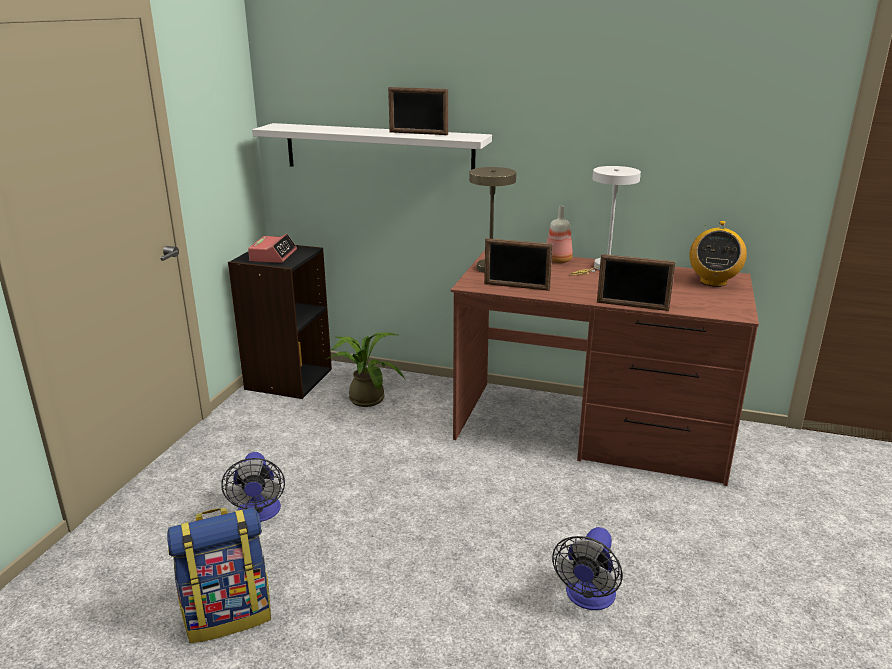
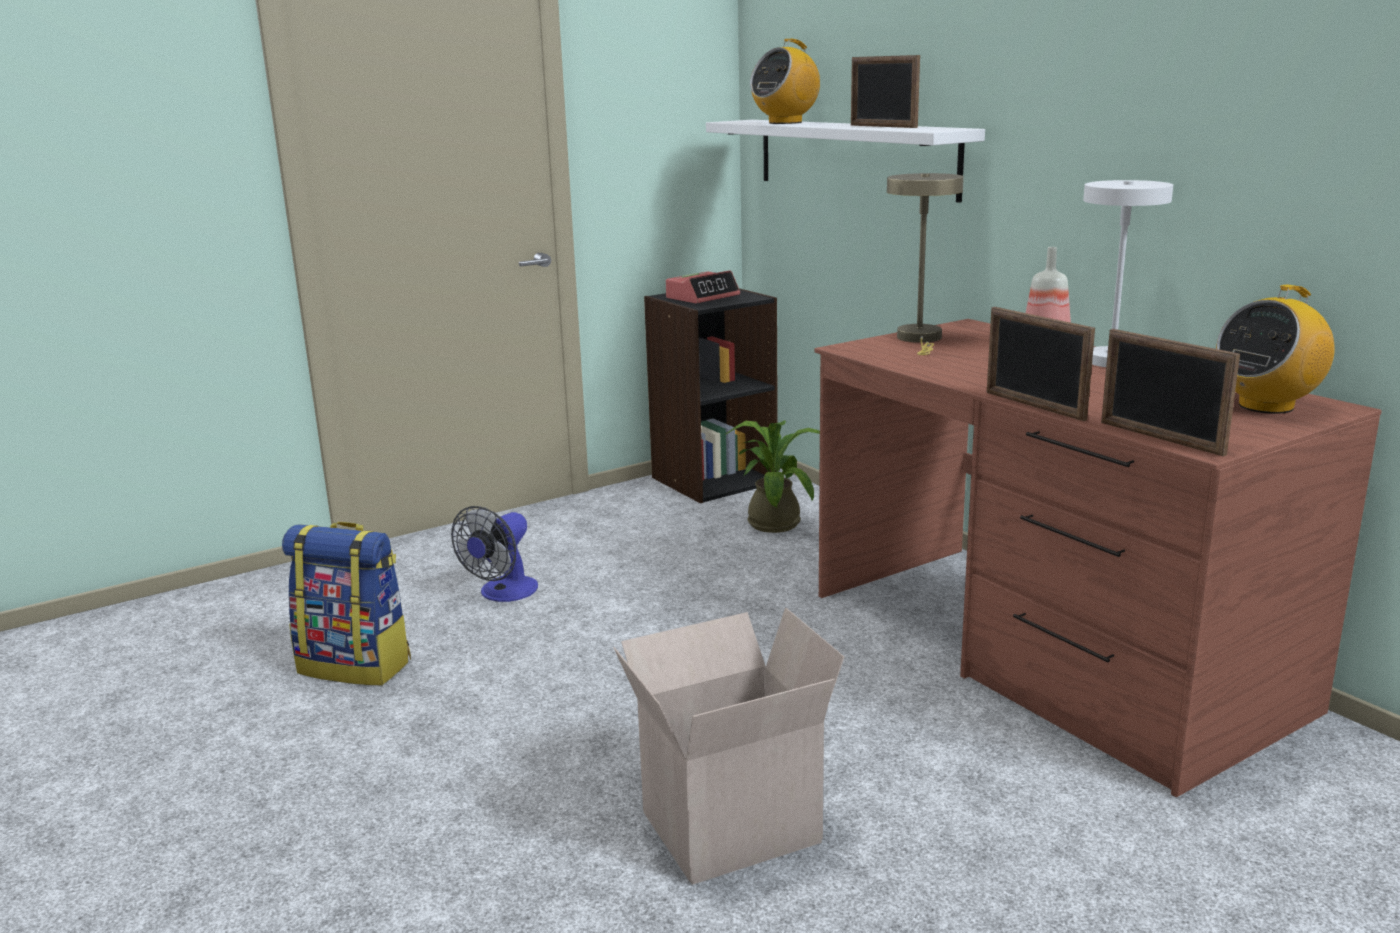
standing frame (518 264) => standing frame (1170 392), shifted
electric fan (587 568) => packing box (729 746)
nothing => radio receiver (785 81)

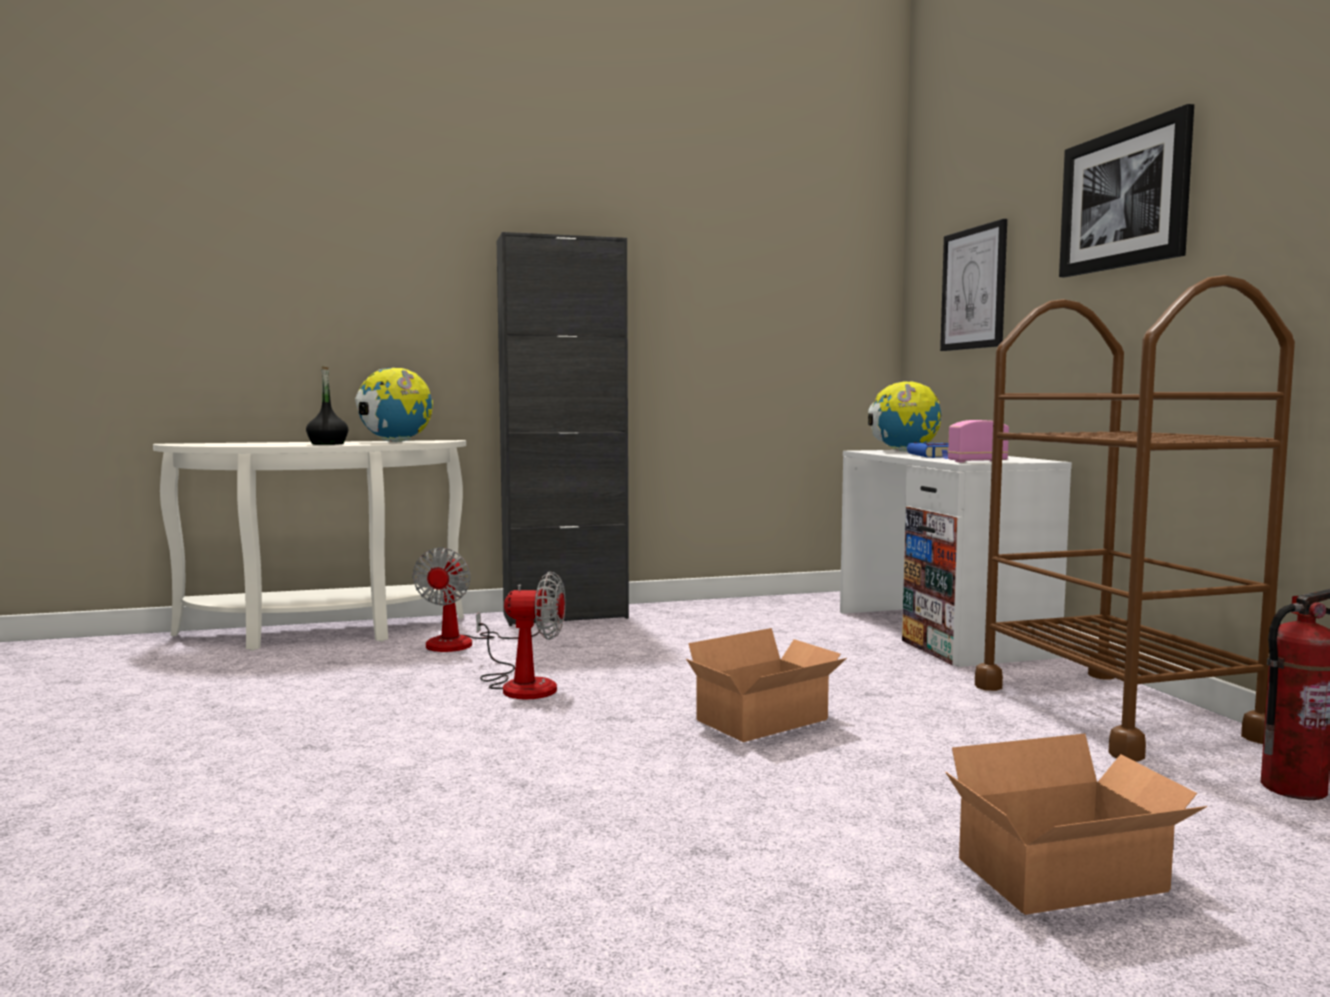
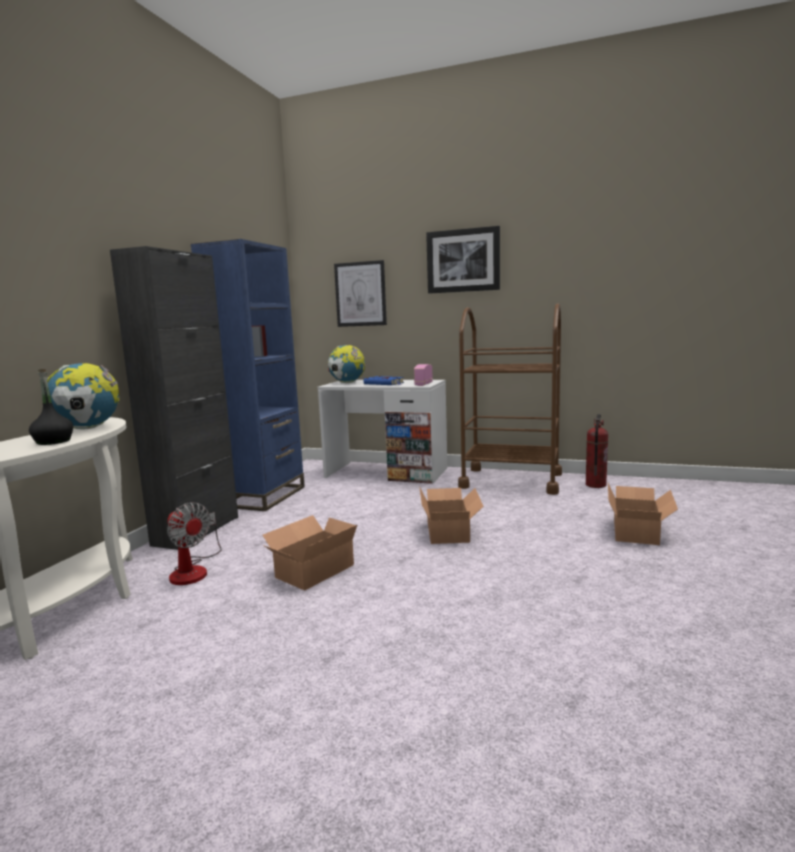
electric fan (520 635) => packing box (310 553)
nothing => bluish bookcase (248 375)

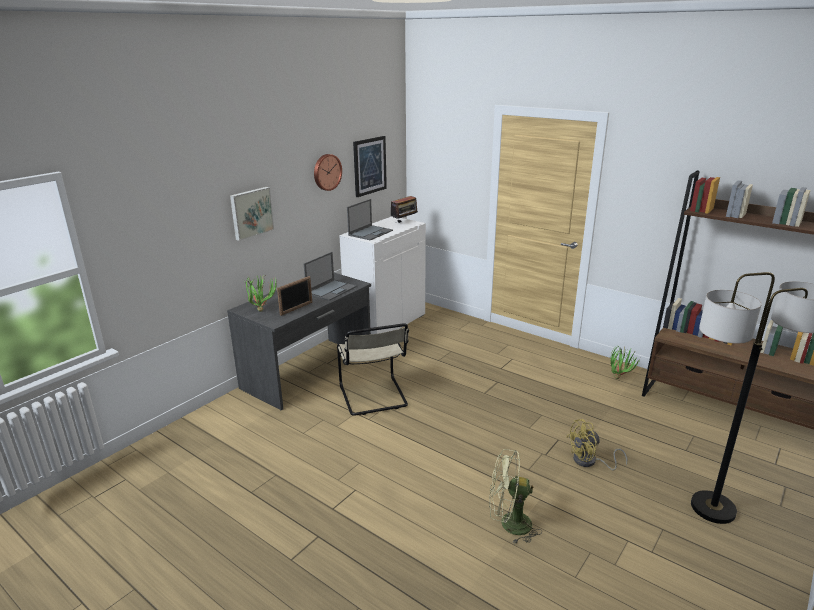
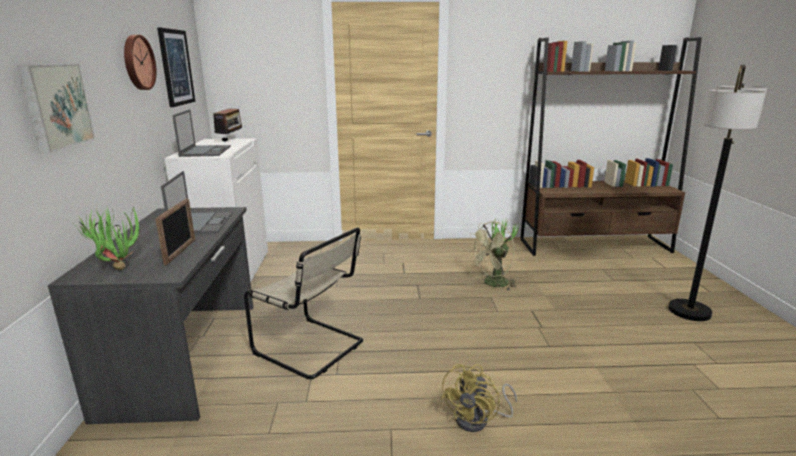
yellow electric fan (596 444) => yellow electric fan (478 398), shifted
green electric fan (515 496) => green electric fan (492 256), shifted

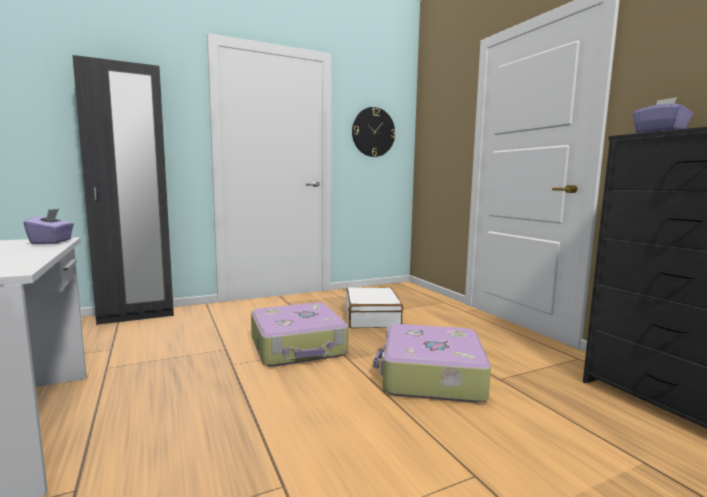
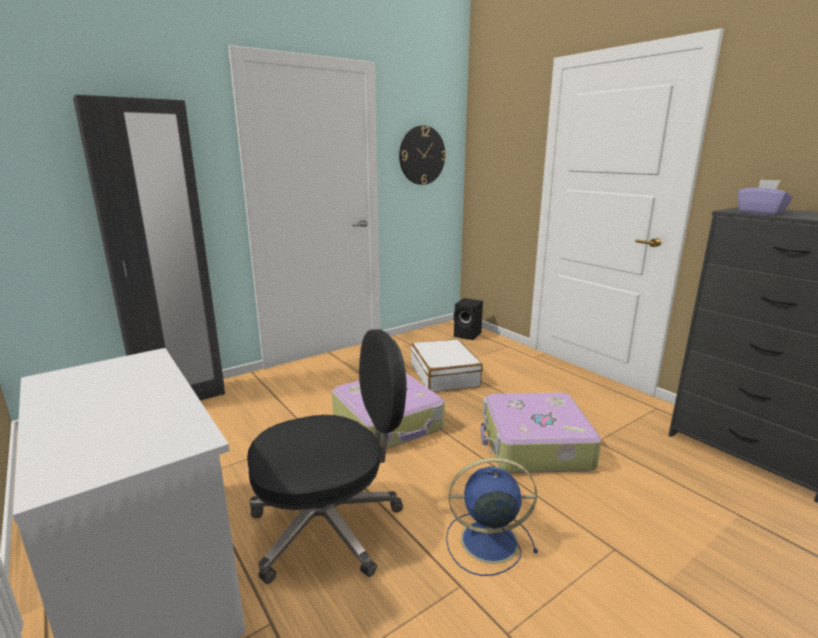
purple tissue box (49 226) => nothing
nothing => black-coloured audio speaker (468 319)
nothing => black-coloured computer chair (326 456)
nothing => bluish electric fan (492 517)

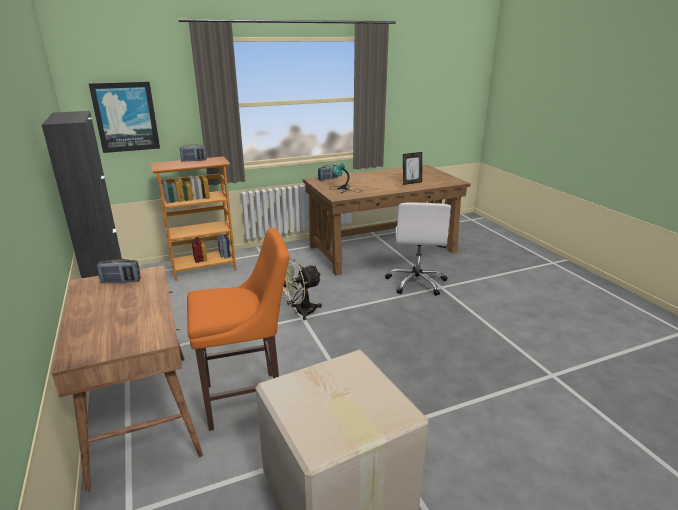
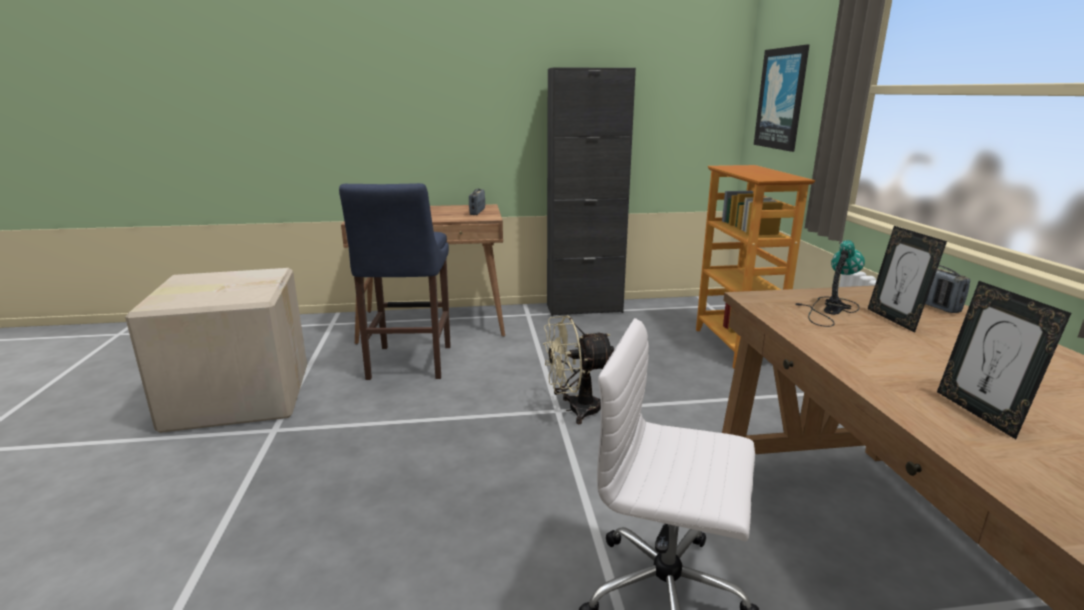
radio receiver (193 153) => nothing
orange sitting stool (238 329) => bluish sitting stool (395 281)
sand-coloured electric fan (302 289) => sand-coloured electric fan (578 370), 90 degrees counterclockwise
nothing => standing frame (907 279)

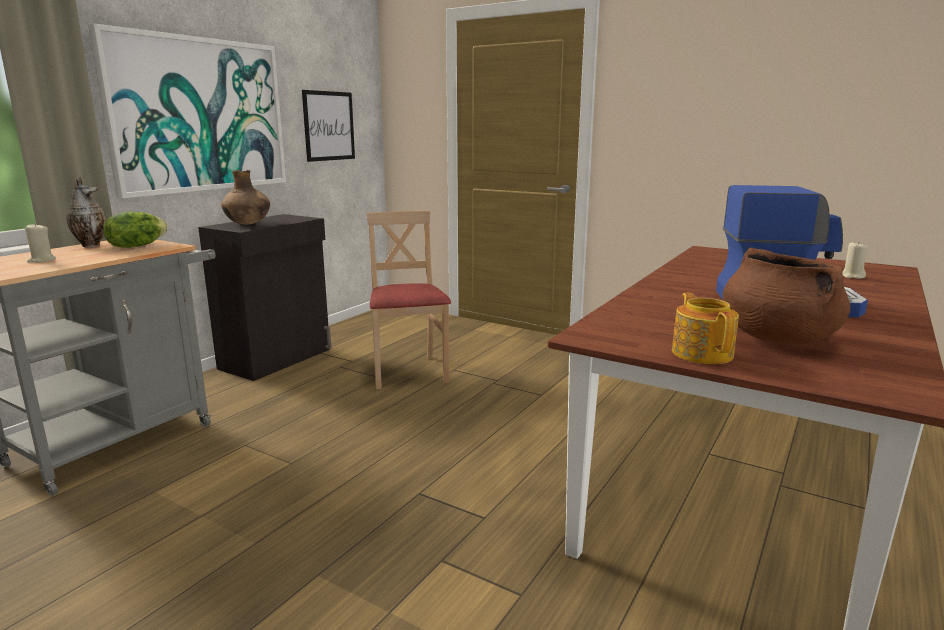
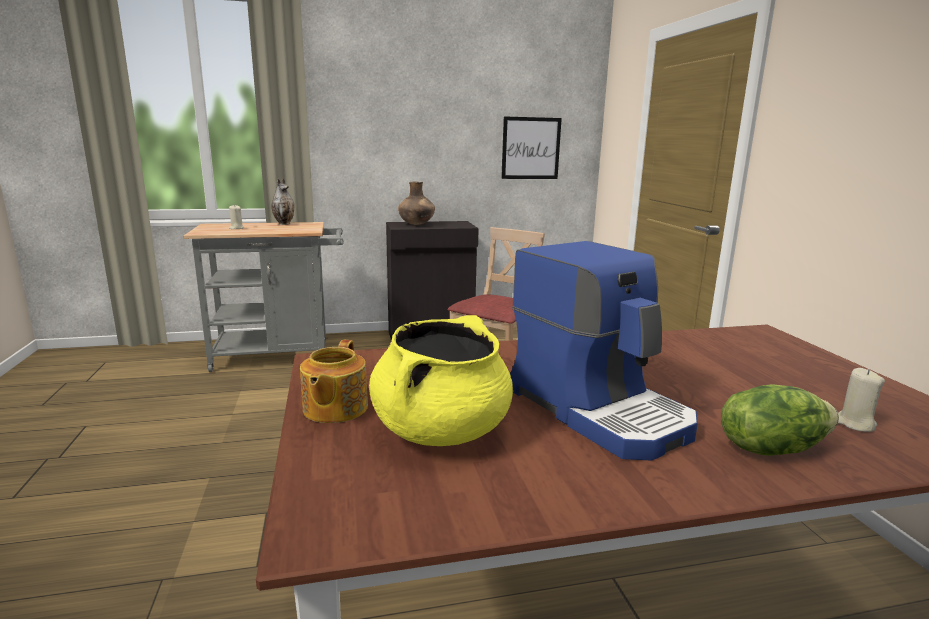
wall picture (187 110) => nothing
lettuce head (135 230) => lettuce head (780 420), shifted
brown-coloured saucepot (786 295) => yellow saucepot (441 380)
pot for tea (705 328) => pot for tea (334 381), 150 degrees clockwise

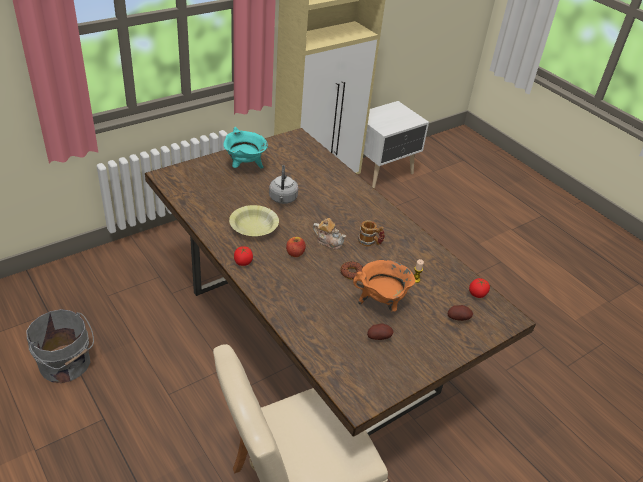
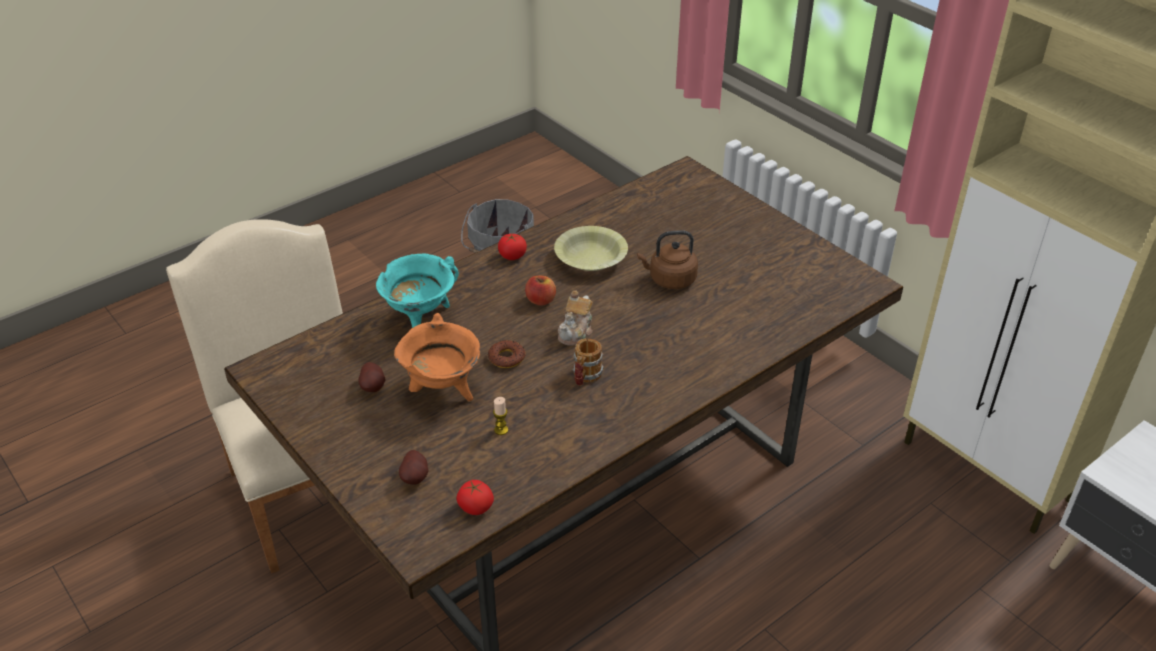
blue-green saucepot (245 148) => blue-green saucepot (417 290), shifted
gray kettle (283 184) => brown-coloured kettle (667 259)

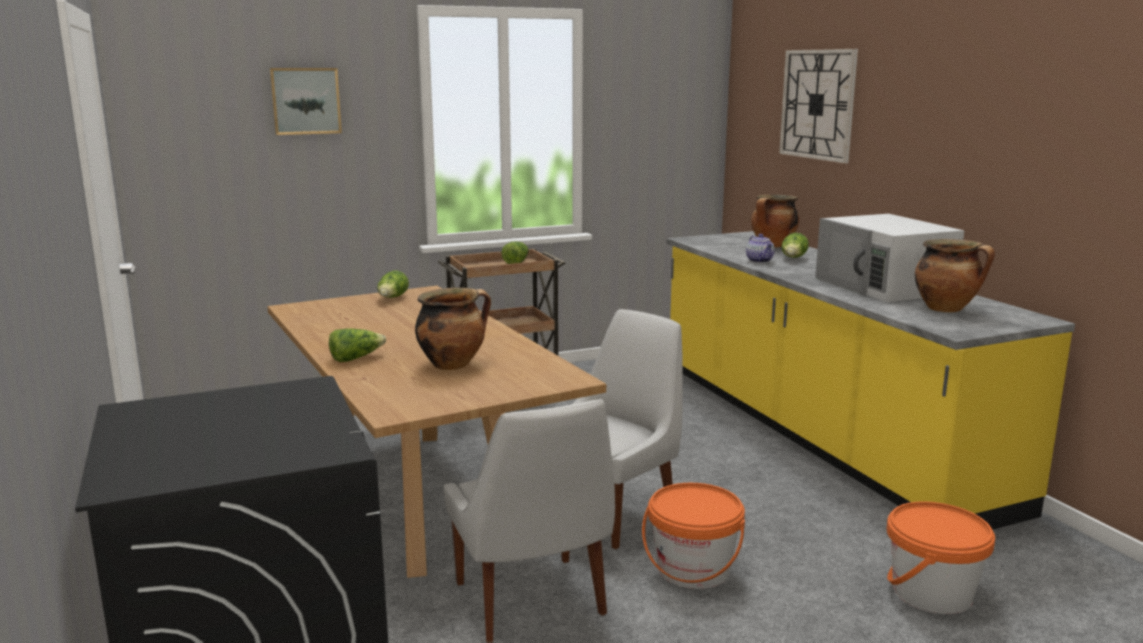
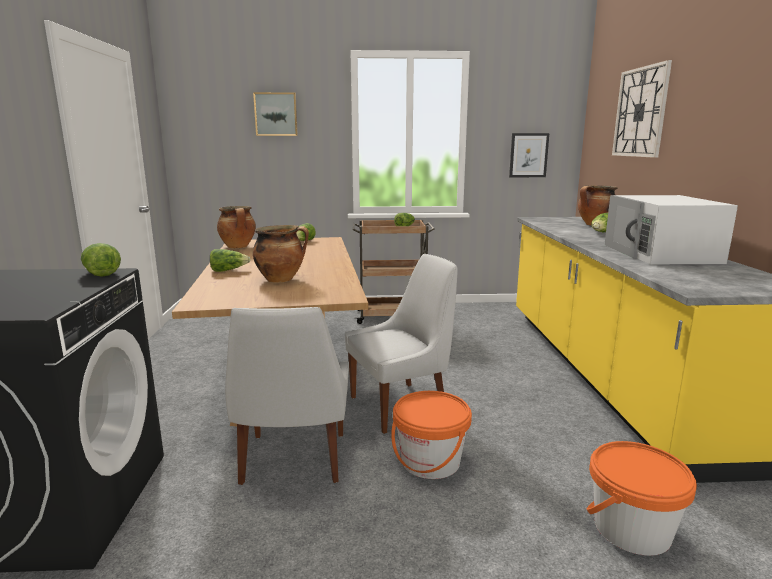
pot for tea (760 248) => nothing
saucepot (955 275) => saucepot (236 227), shifted
nothing => wall picture (529 155)
nothing => lettuce head (101 260)

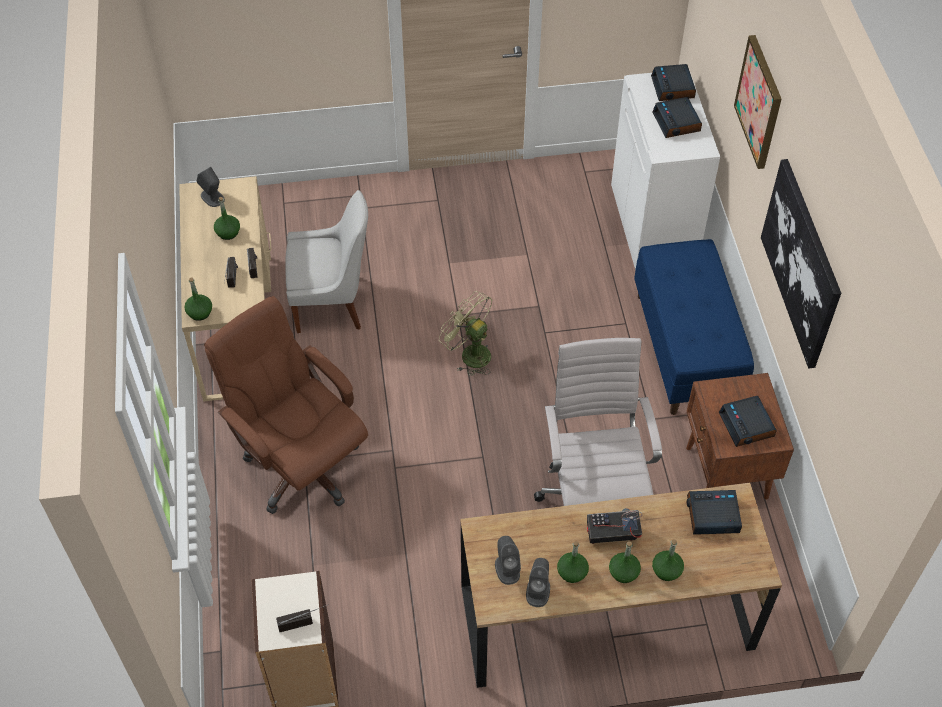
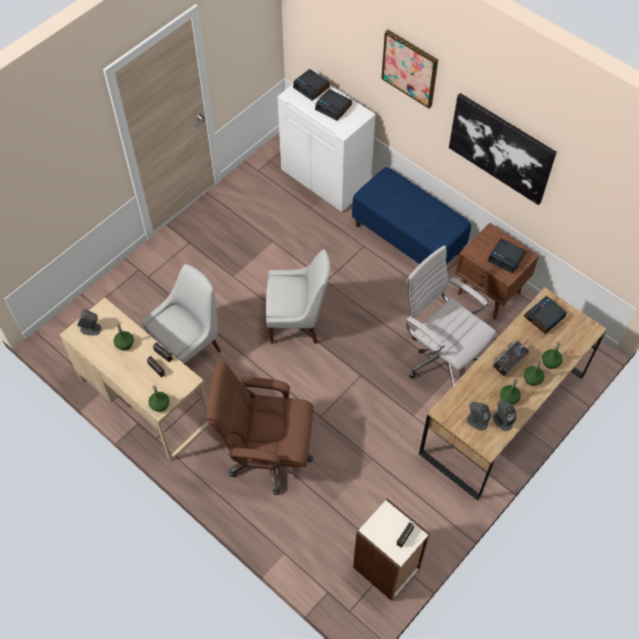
green electric fan (465 333) => white upright chair (298 296)

